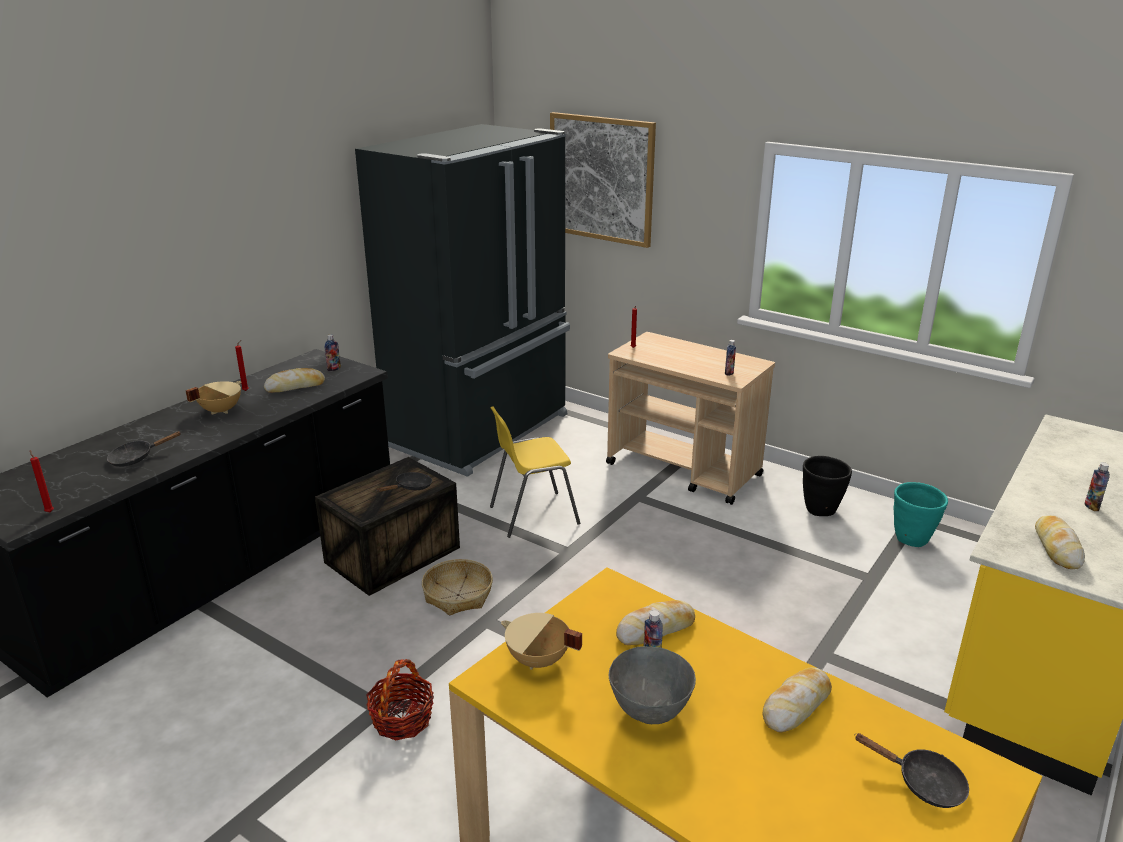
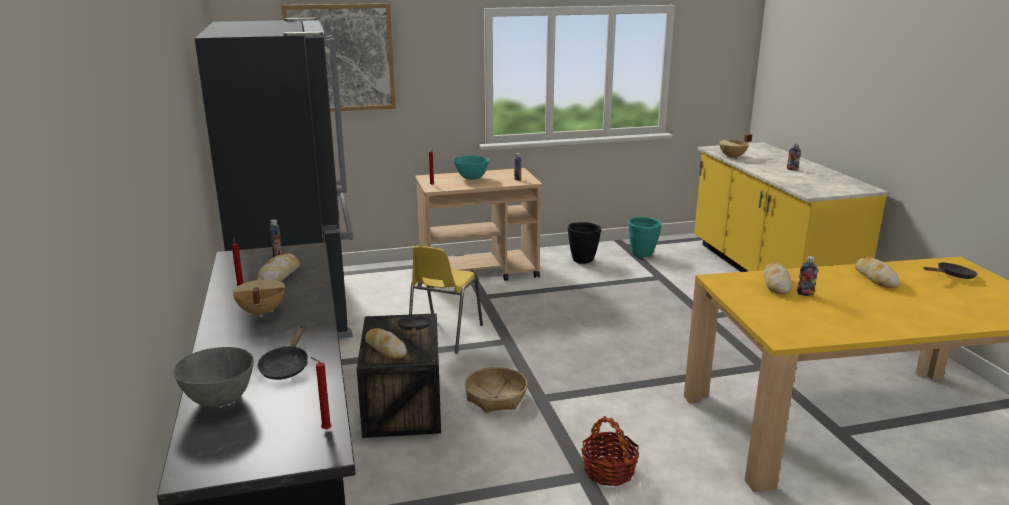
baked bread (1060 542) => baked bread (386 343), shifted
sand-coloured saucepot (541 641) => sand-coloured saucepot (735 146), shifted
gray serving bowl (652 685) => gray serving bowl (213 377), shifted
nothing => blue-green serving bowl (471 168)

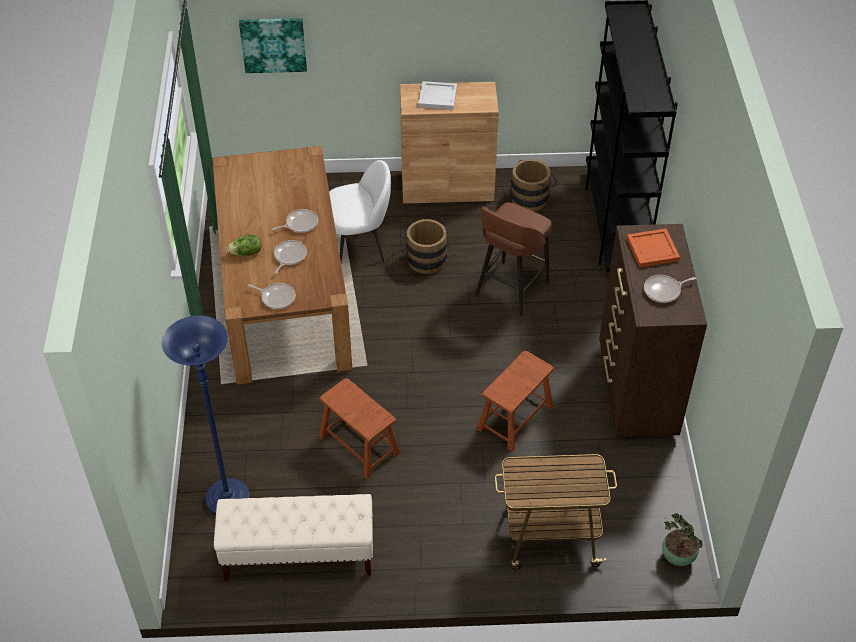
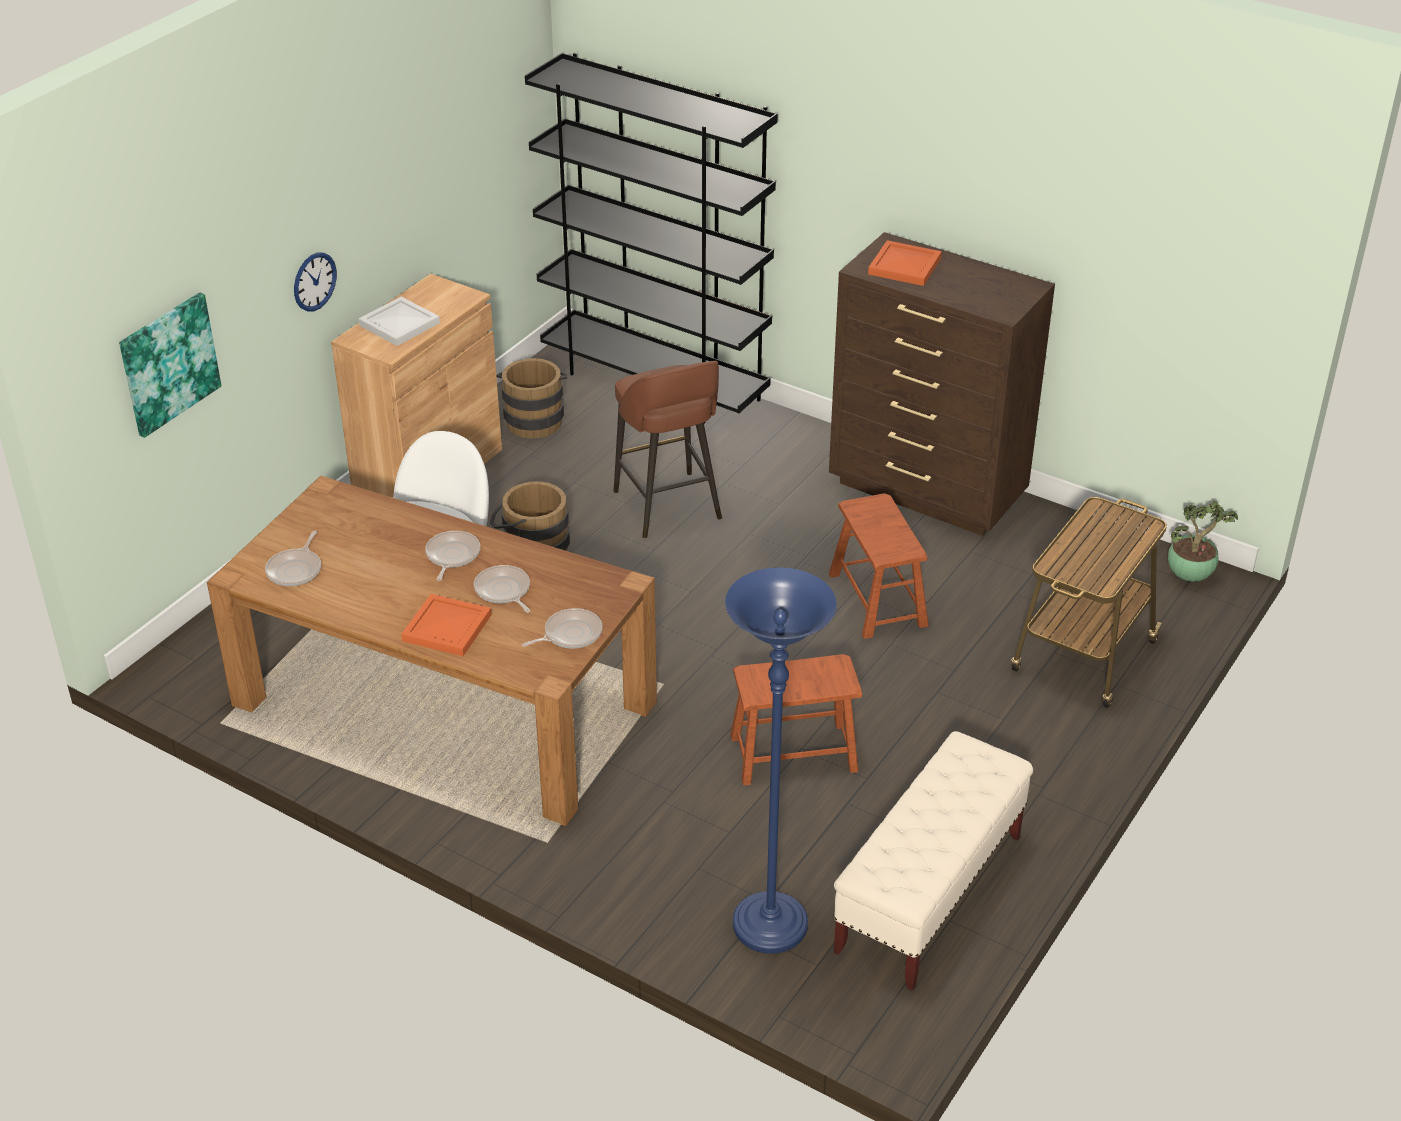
lettuce head (244 245) => orange tray (446 625)
pan (670 289) => pan (293 558), shifted
nothing => clock on the wall (315 282)

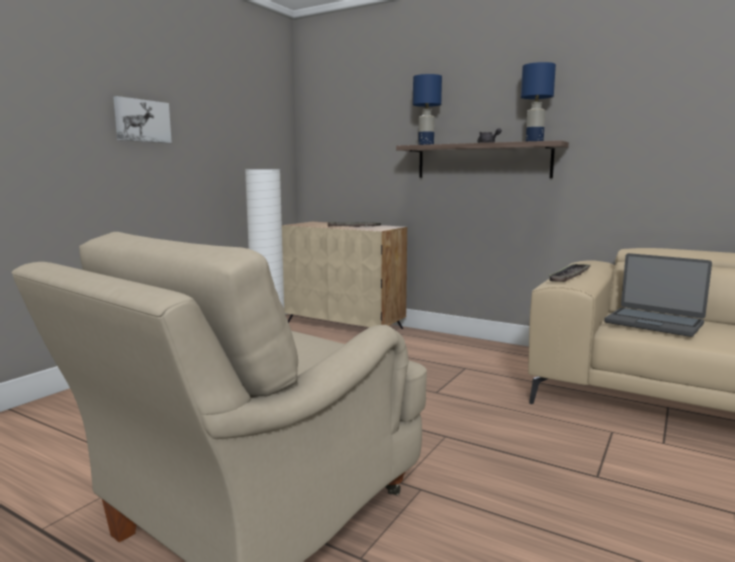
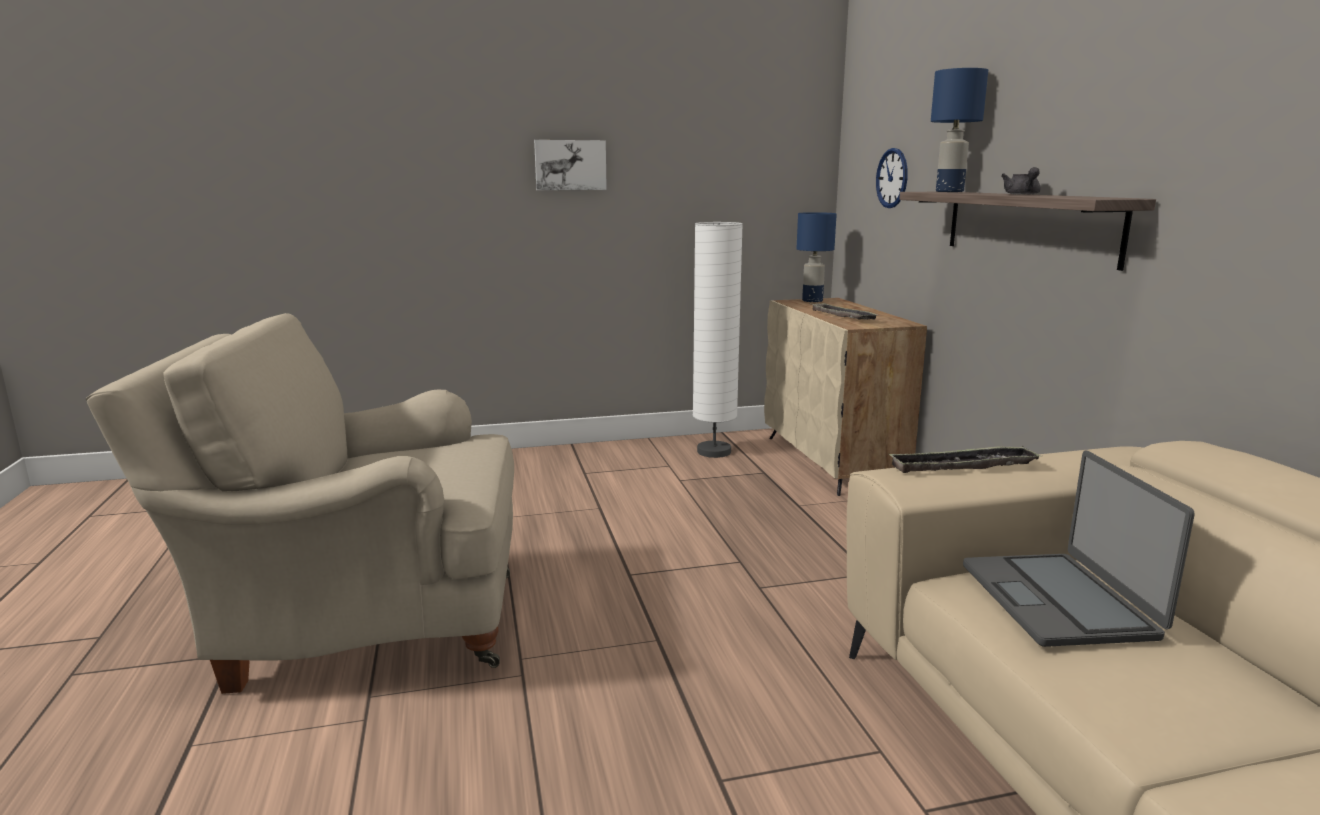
bluish lamp for a table (538 101) => bluish lamp for a table (816 257), shifted
nothing => clock on the wall (892 178)

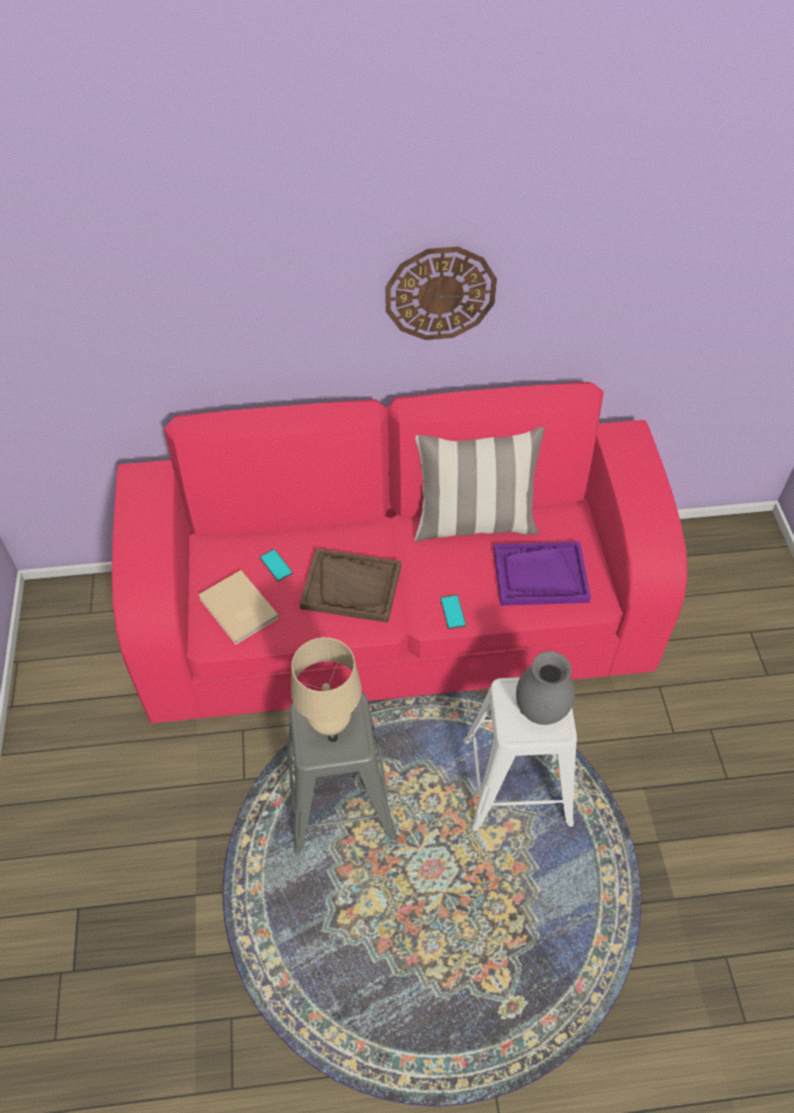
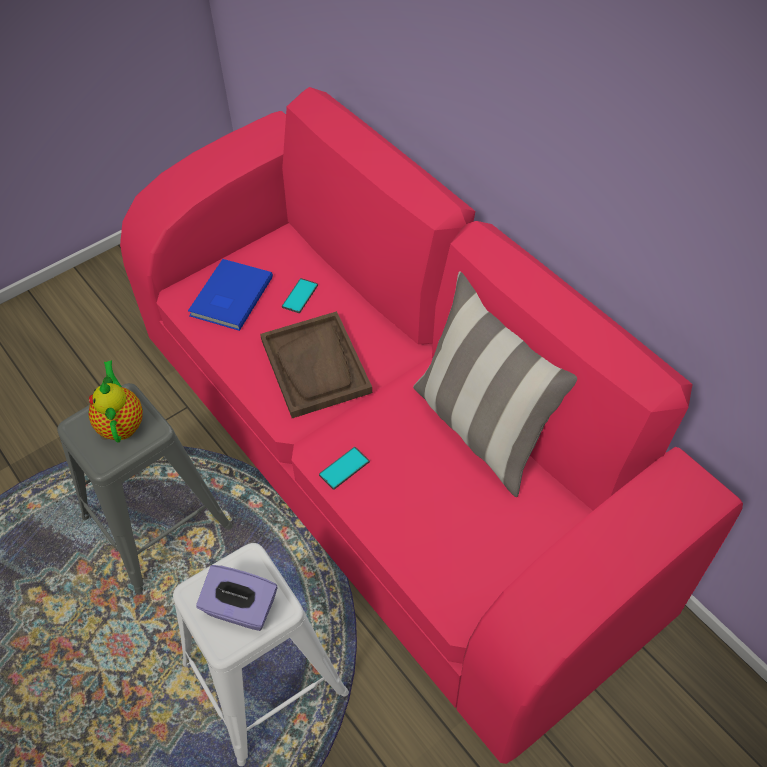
clock on the wall (441 293) => nothing
purple tray (542 574) => nothing
sand-coloured volume (238 607) => bluish volume (230 295)
sand-coloured lamp for a table (326 686) => pot for tea (115 401)
gray flower vase (545 688) => purple tissue box (236 598)

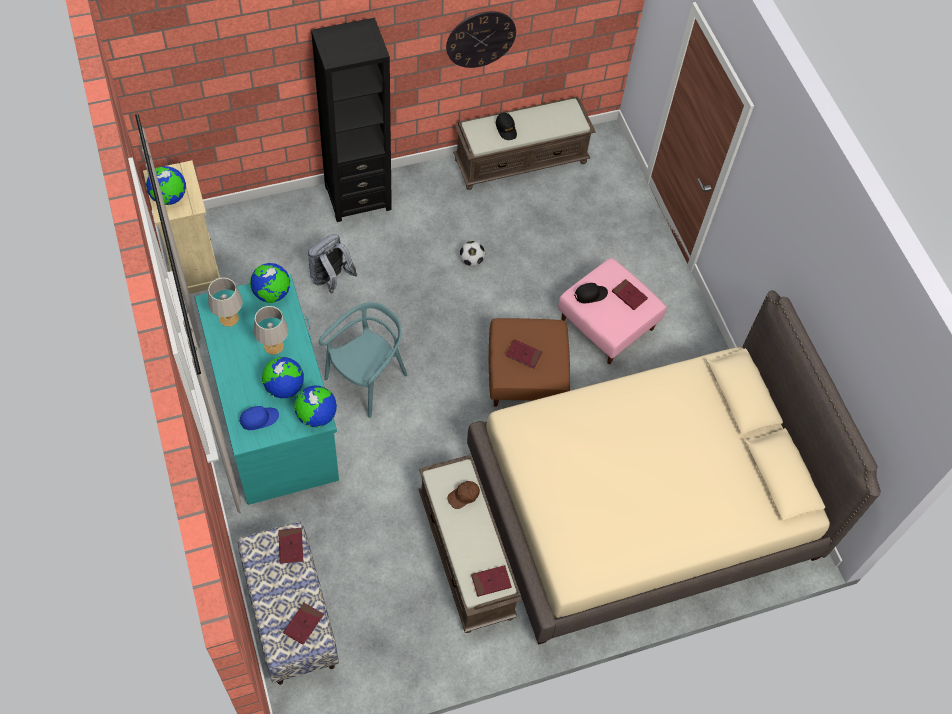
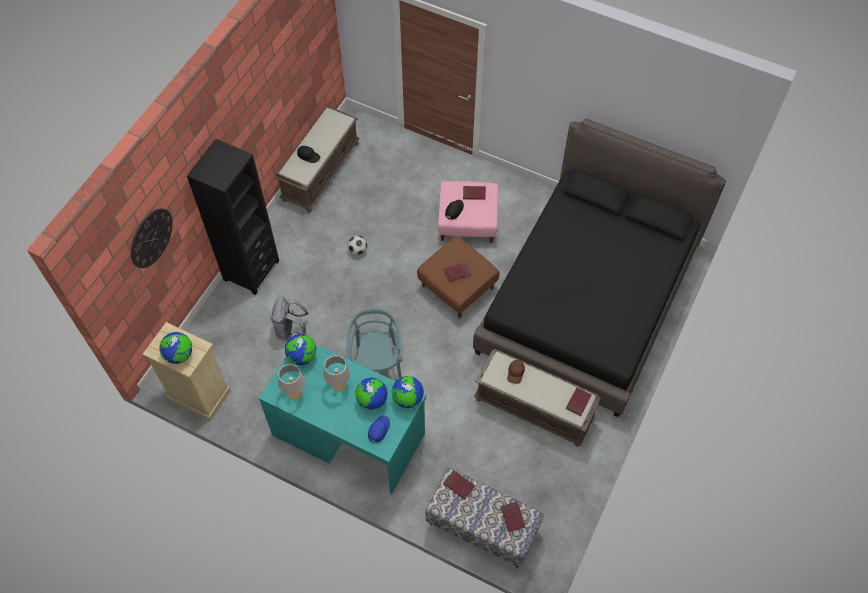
clock on the wall (481 39) => clock on the wall (152 238), shifted
sand-coloured bed (674 467) => black-coloured bed (599 268)

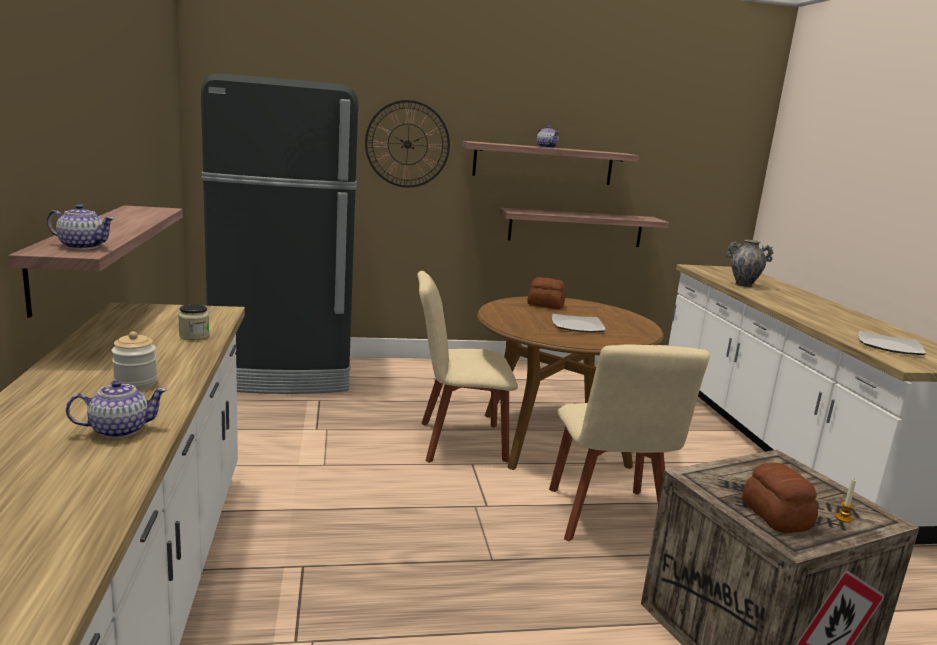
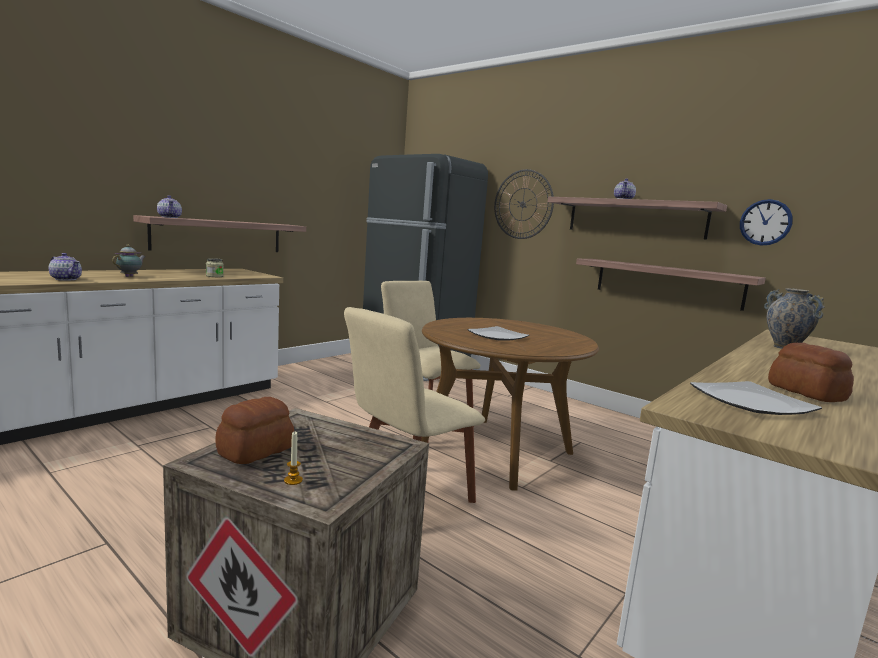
baked bread (546 293) => baked bread (811 372), shifted
jar (134 360) => pot for tea (128 261)
nothing => clock on the wall (766 222)

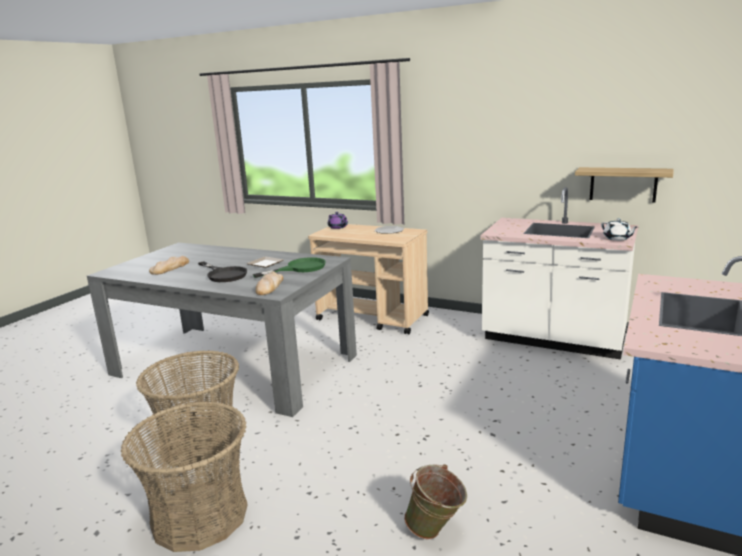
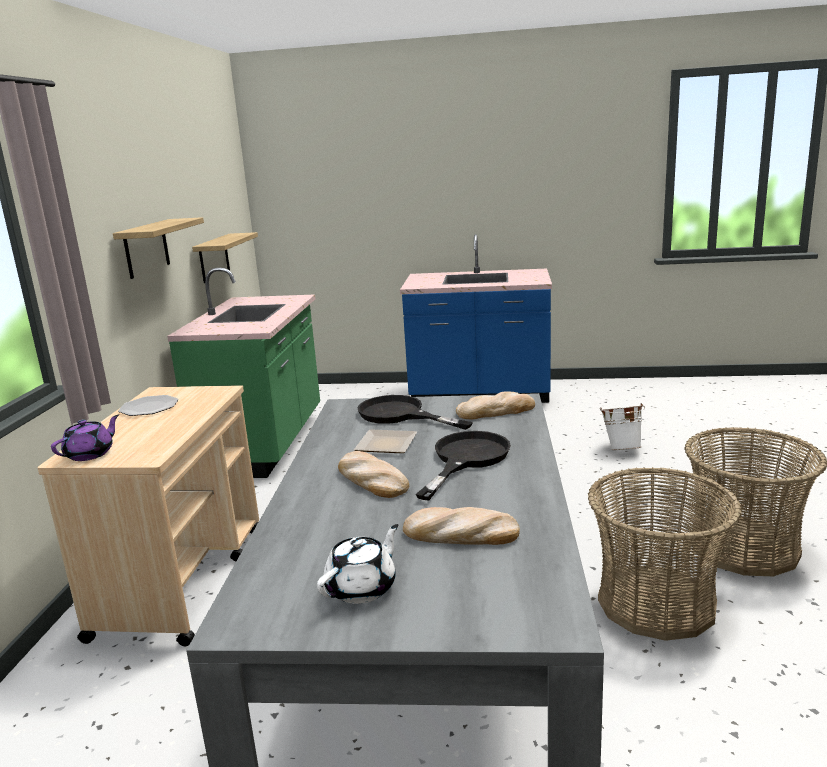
white kitchen counter (559 273) => green kitchen counter (243 373)
white pot for tea (619 230) => white pot for tea (358 564), shifted
green pan (289 267) => black-coloured pan (415 412)
green pail (435 502) => white pail (622 426)
nothing => bracket shelf (158 248)
nothing => baked bread (373 474)

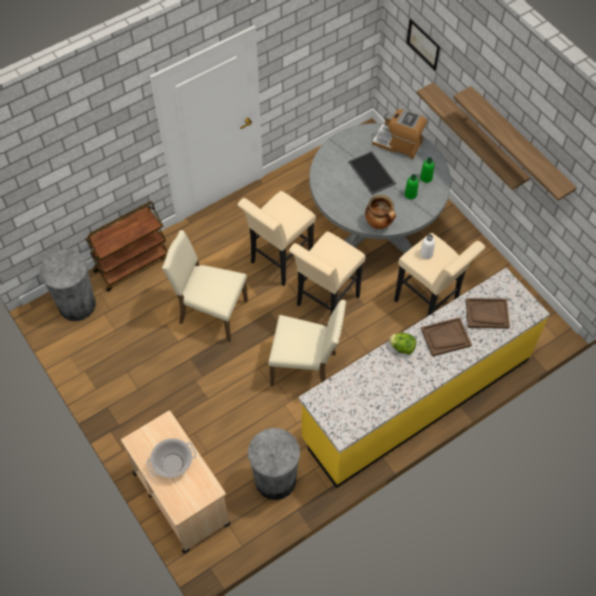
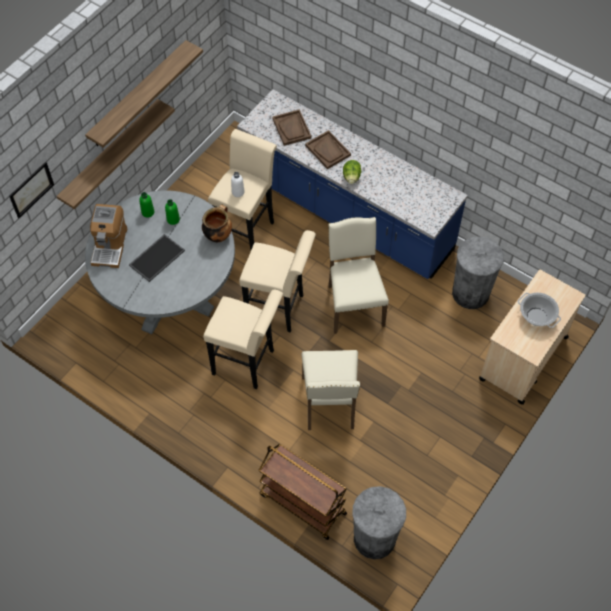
yellow kitchen counter (424 378) => bluish kitchen counter (352 184)

